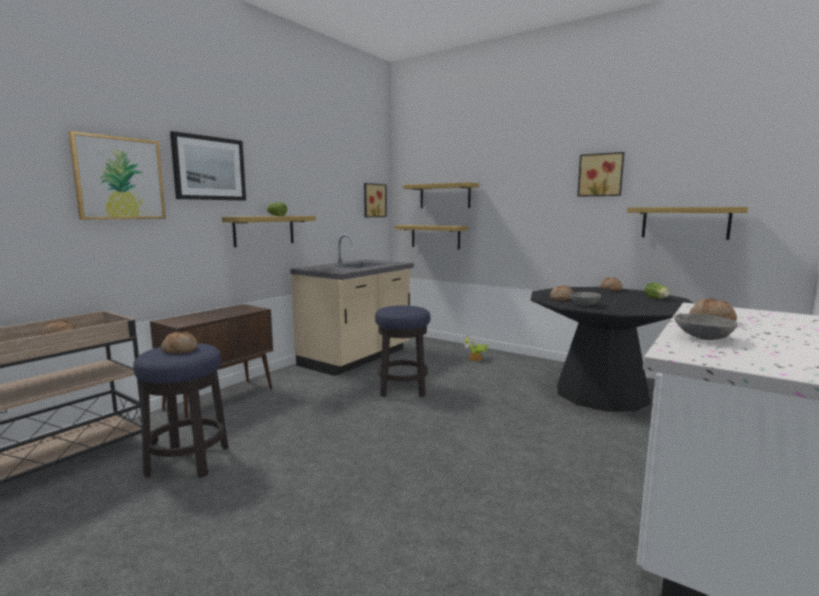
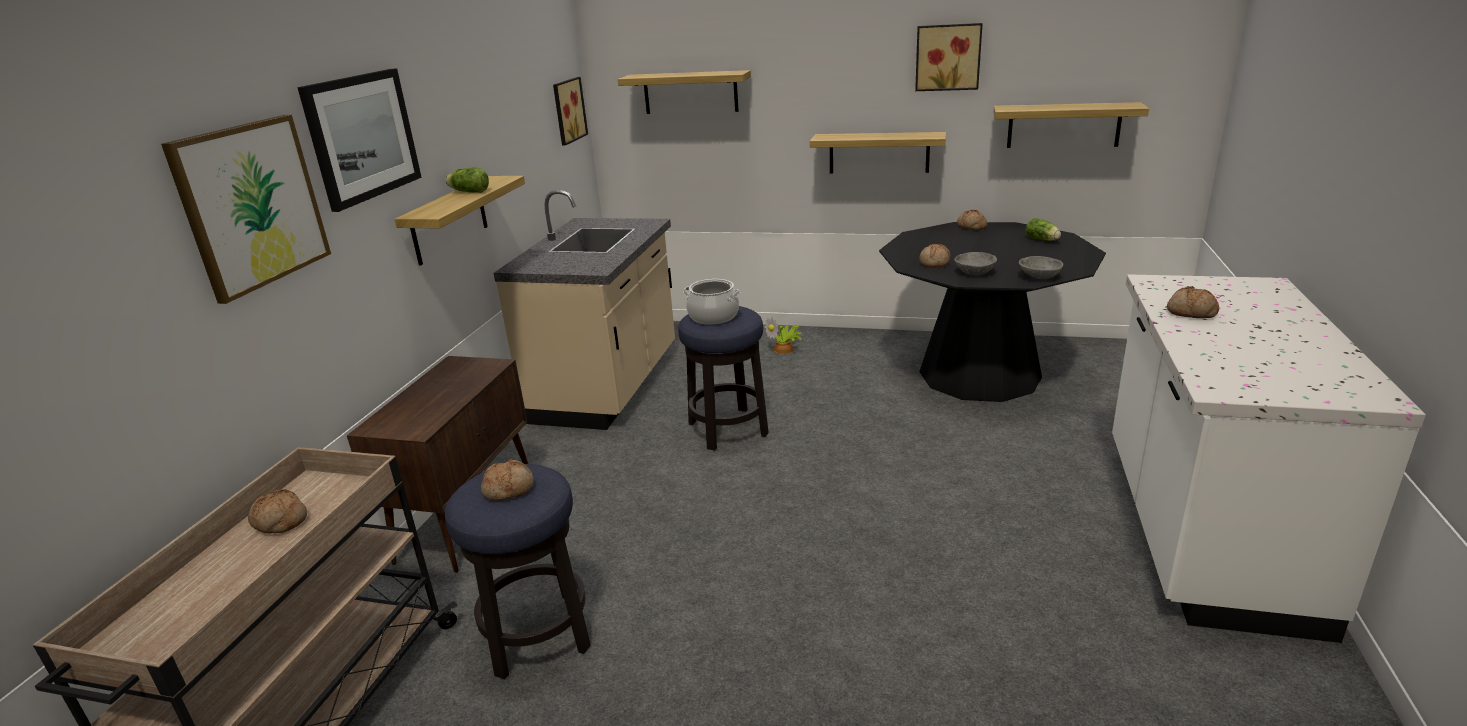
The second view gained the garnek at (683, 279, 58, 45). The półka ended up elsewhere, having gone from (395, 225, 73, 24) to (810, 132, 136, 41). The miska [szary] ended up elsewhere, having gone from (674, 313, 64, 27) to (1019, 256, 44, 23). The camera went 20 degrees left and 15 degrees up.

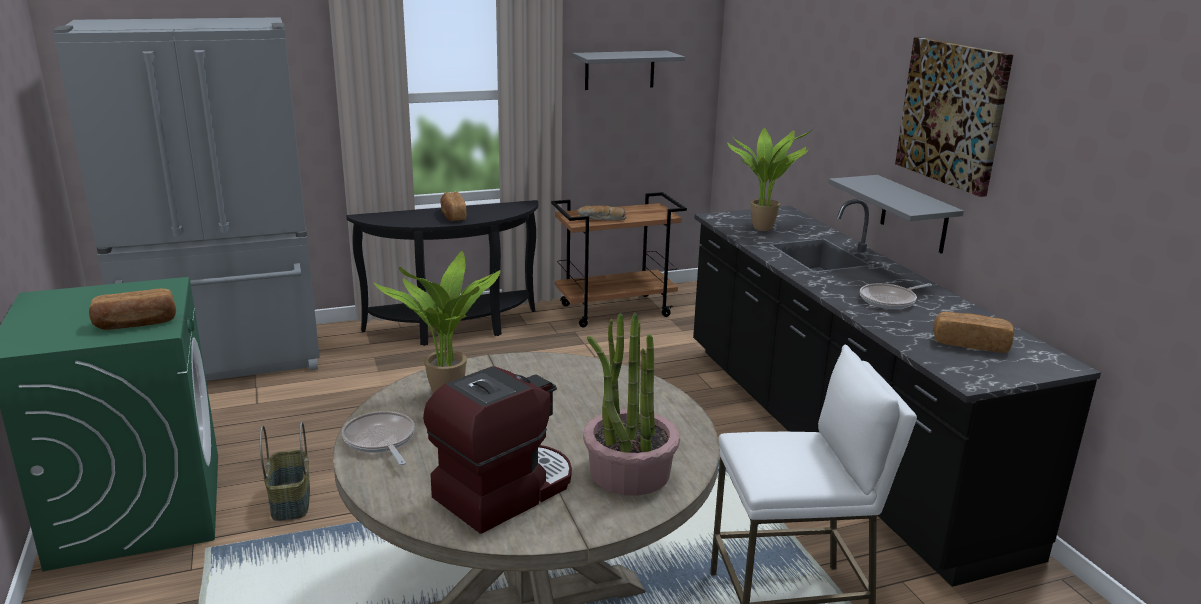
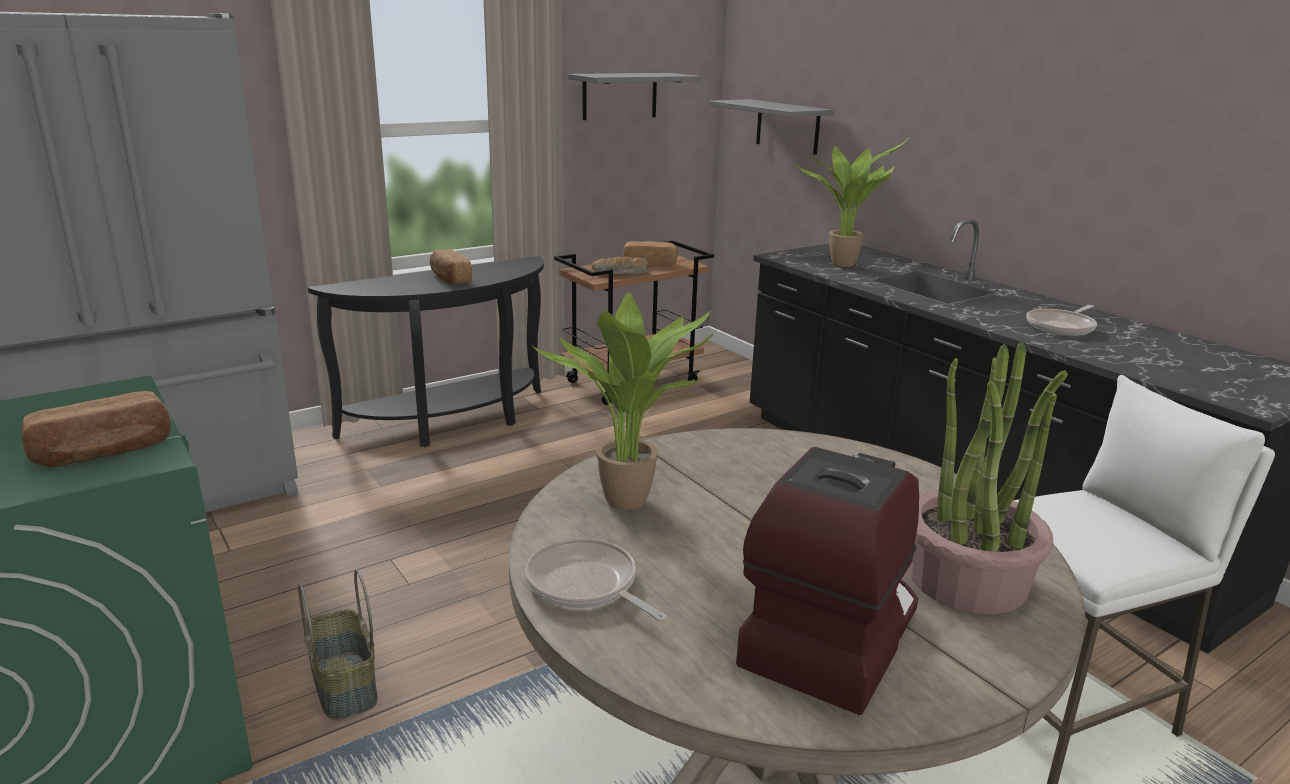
The second view lost the obraz at (895, 37, 118, 160). The półka [szary] ended up elsewhere, having gone from (828, 175, 136, 79) to (710, 99, 123, 56). The chleb ended up elsewhere, having gone from (933, 312, 81, 41) to (623, 241, 55, 25). The camera went 15 degrees left and 0 degrees up.

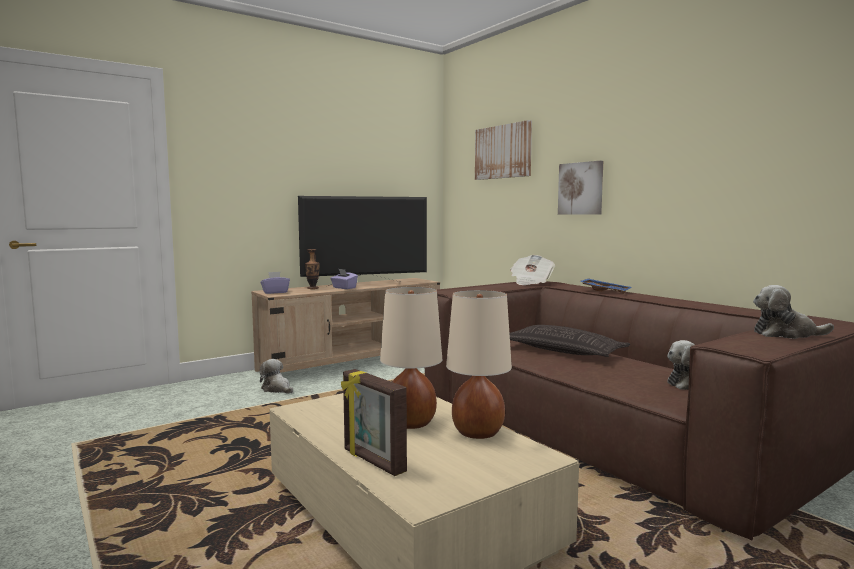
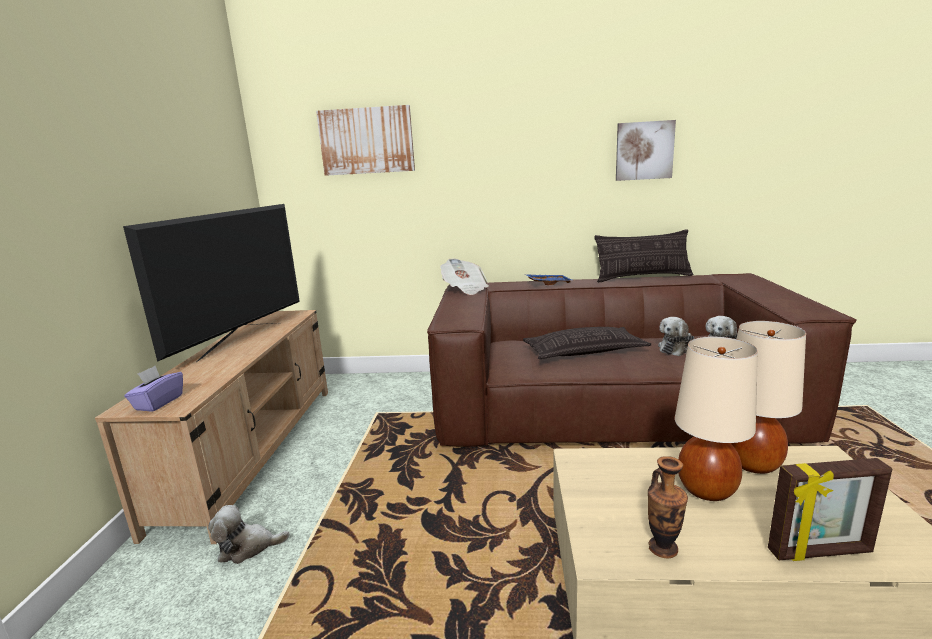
The second view lost the pudełko chusteczek [fioletowy] at (330, 268, 28, 21). The second view gained the poduszka at (594, 229, 99, 53). The wazon ended up elsewhere, having gone from (305, 249, 15, 40) to (648, 456, 40, 102). The obraz ended up elsewhere, having gone from (558, 161, 45, 54) to (616, 120, 60, 61). The pluszak ended up elsewhere, having gone from (753, 285, 81, 54) to (658, 317, 36, 39). The camera went 50 degrees left and 10 degrees up.

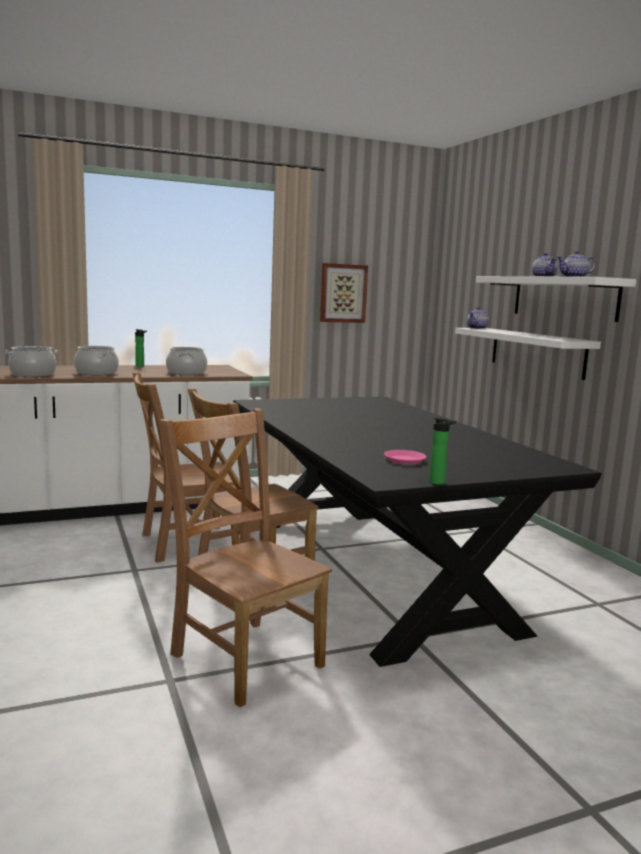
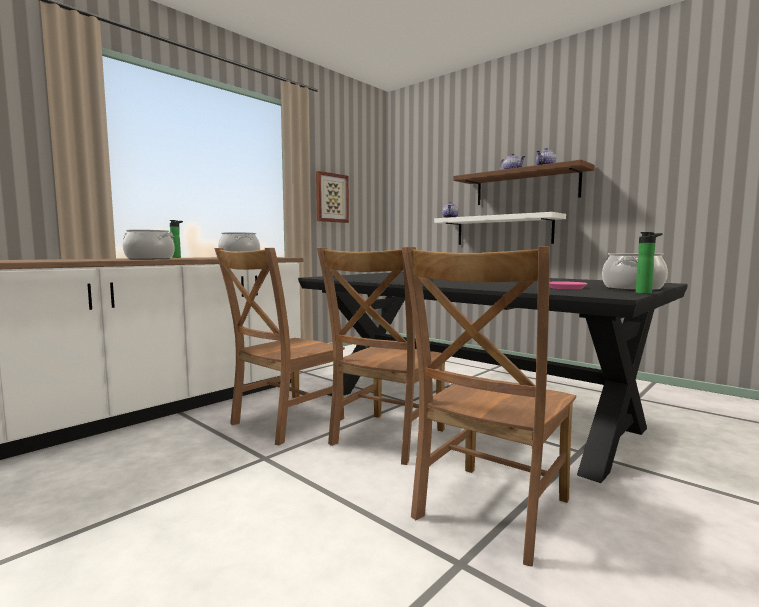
The garnek ended up elsewhere, having gone from (5, 346, 54, 31) to (602, 253, 66, 37). What was the półka [biały] at (476, 276, 160, 46) turned into the półka [brązowy] at (453, 159, 142, 46). The krzesło [brązowy] at (159, 408, 173, 299) ended up facing another way, 75 degrees counterclockwise from before. The camera went 25 degrees left and 5 degrees down.

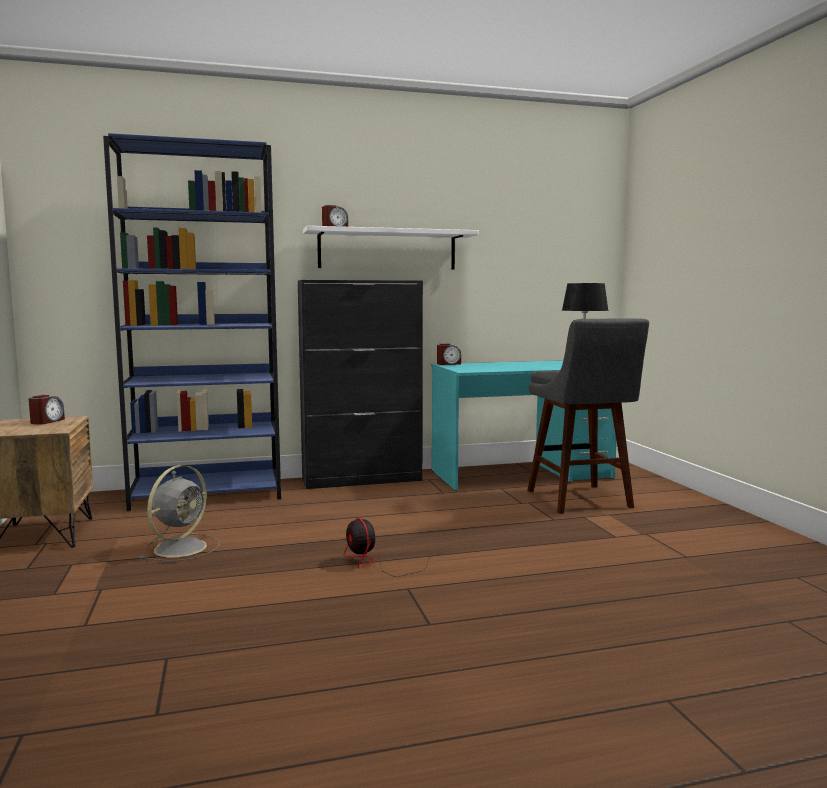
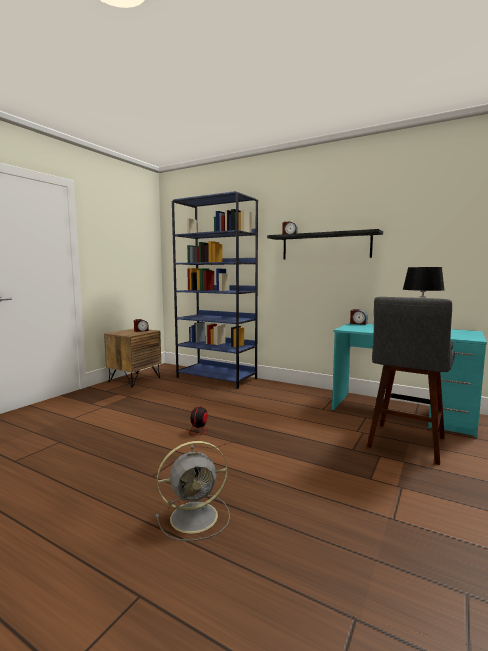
The second view lost the szafka [czarny] at (298, 280, 125, 209). The wentylator [szary] ended up elsewhere, having gone from (139, 465, 81, 96) to (156, 441, 74, 100). What was the półka [biały] at (303, 226, 176, 44) turned into the półka [czarny] at (267, 229, 116, 31). The camera went 45 degrees right and 0 degrees up.

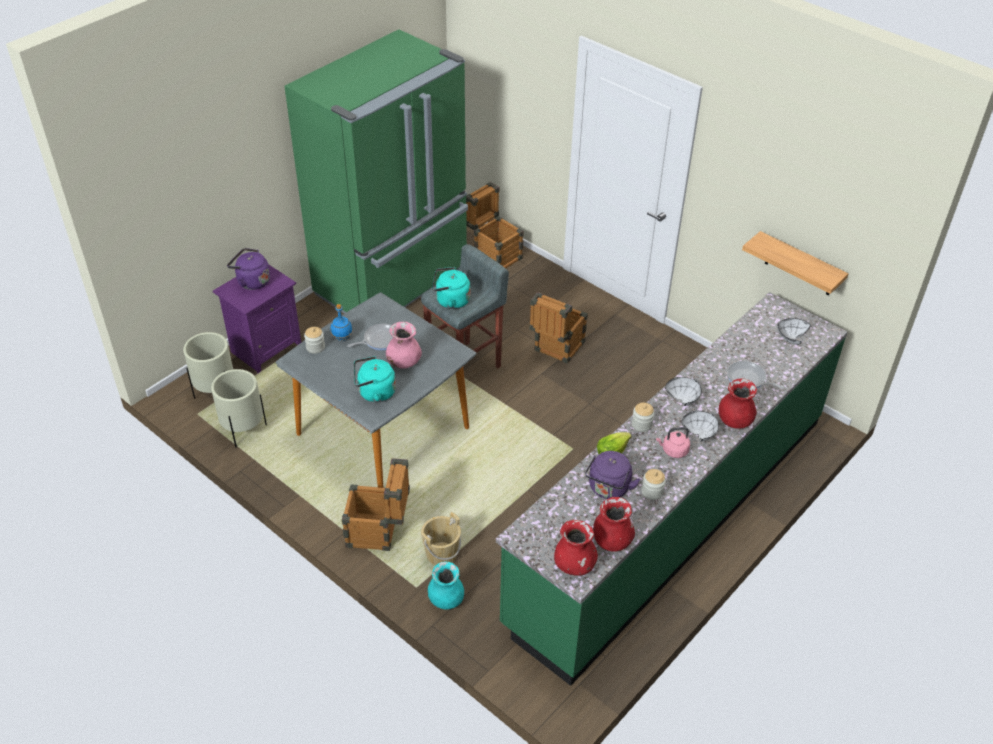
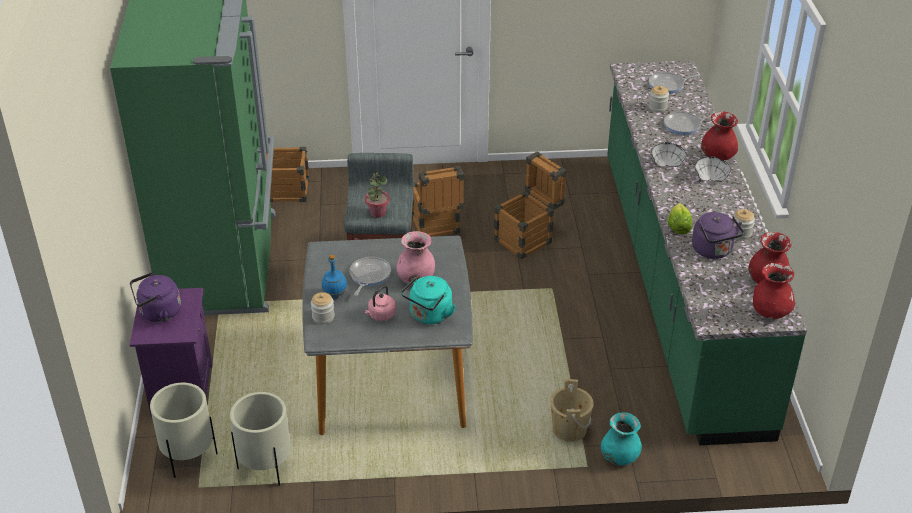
The second view lost the półka at (742, 231, 106, 64). The skrzynka ended up elsewhere, having gone from (342, 458, 68, 93) to (494, 151, 72, 108). The słoik ended up elsewhere, having gone from (632, 403, 23, 29) to (649, 86, 20, 27). The czajnik [różowy] ended up elsewhere, having gone from (656, 427, 34, 31) to (364, 285, 32, 36). Where the czajnik [turkusowy] stood at (432, 267, 38, 42), the roślina doniczkowa came to stand at (365, 172, 25, 46). Where the miska [biały] stood at (777, 318, 34, 27), the patelnia came to stand at (649, 72, 51, 22). The camera went 45 degrees left and 5 degrees down.

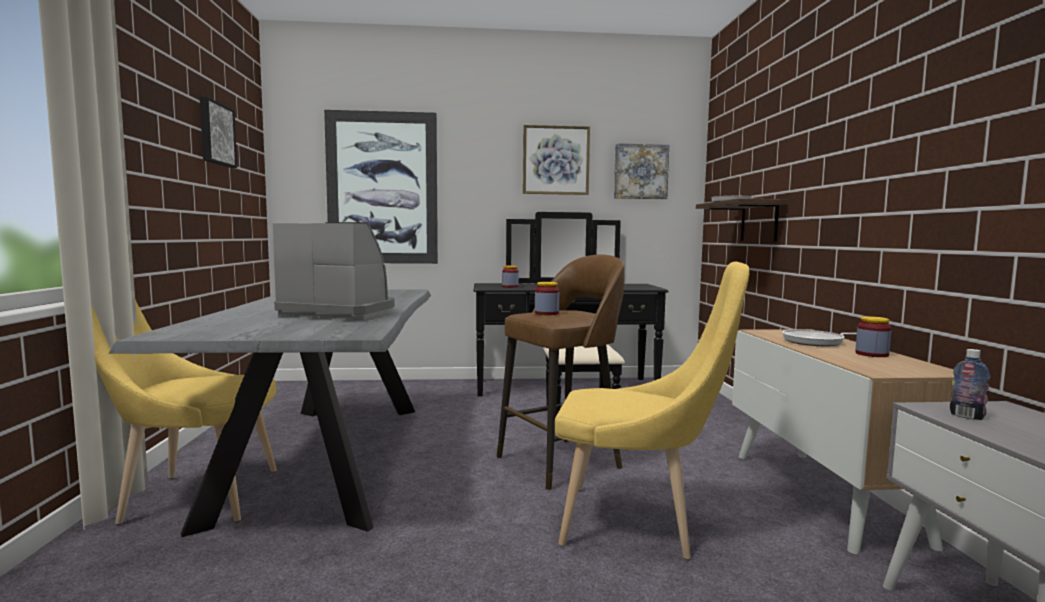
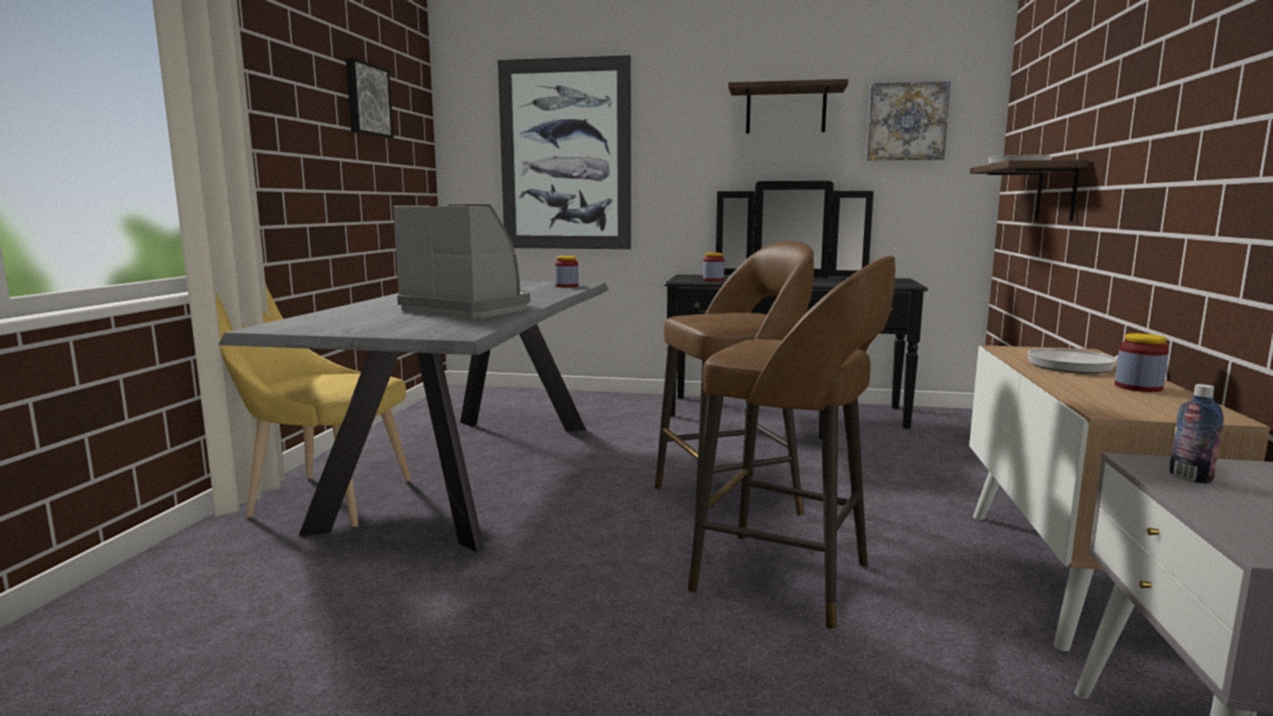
The słoik ended up elsewhere, having gone from (535, 282, 24, 33) to (555, 256, 24, 31). Where the obraz hung at (523, 125, 67, 70), the półka came to hang at (728, 79, 120, 55). Where the krzesło [żółty] stood at (555, 262, 195, 297), the stołek [brązowy] came to stand at (688, 256, 207, 374). The camera went 15 degrees right and 5 degrees up.

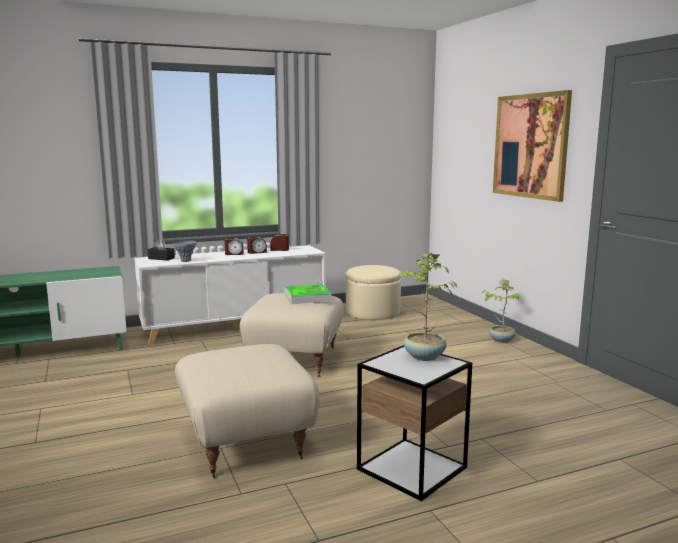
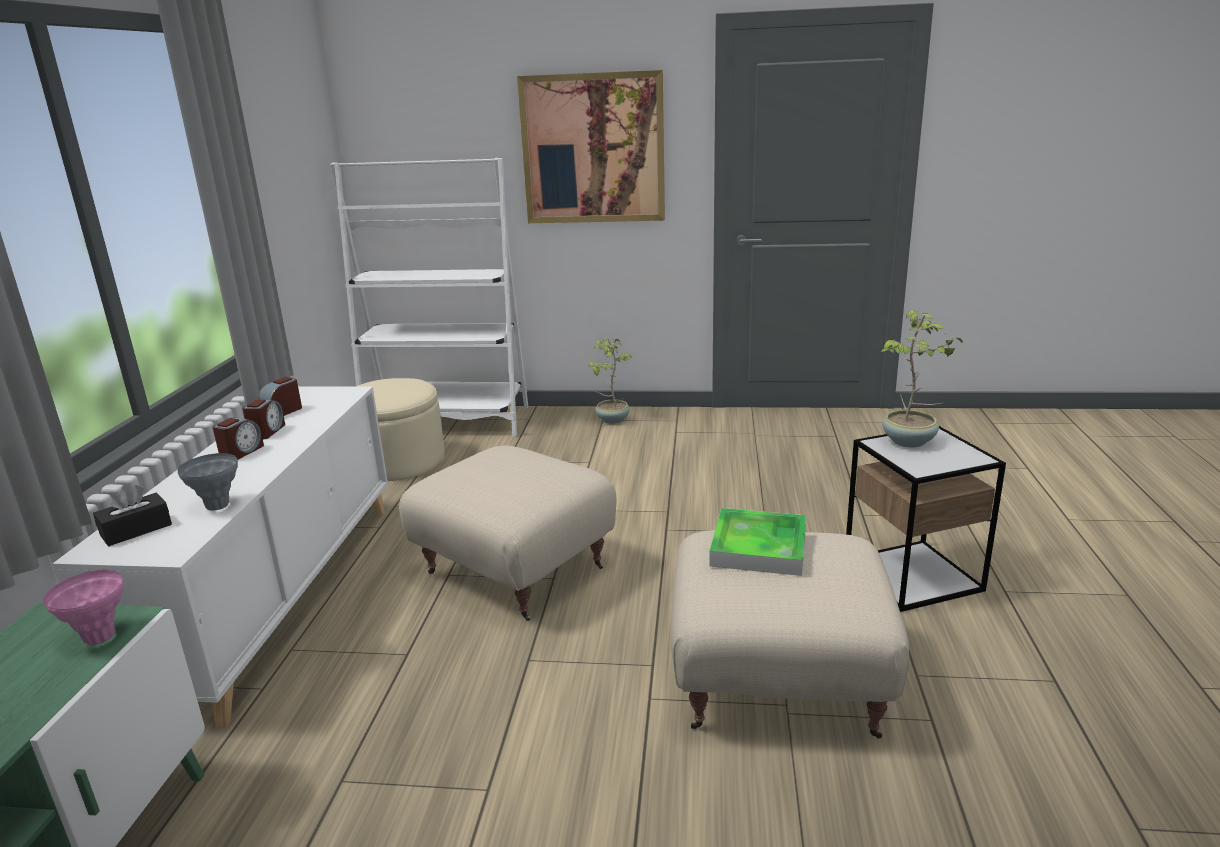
The second view gained the wazon [różowy] at (43, 570, 81, 75). The second view gained the regał [biały] at (330, 158, 198, 279). The taca ended up elsewhere, having gone from (285, 284, 46, 20) to (709, 508, 97, 68). The camera went 60 degrees left and 10 degrees up.

